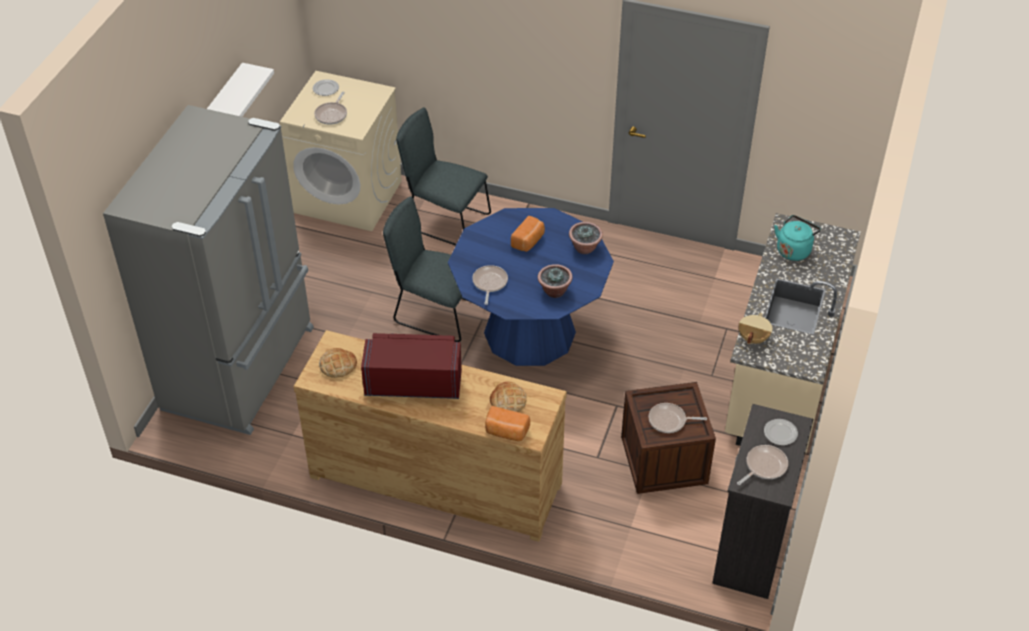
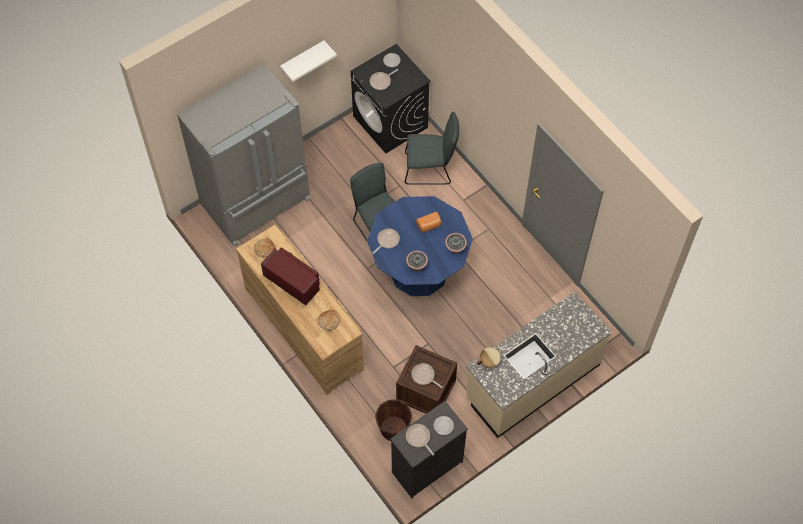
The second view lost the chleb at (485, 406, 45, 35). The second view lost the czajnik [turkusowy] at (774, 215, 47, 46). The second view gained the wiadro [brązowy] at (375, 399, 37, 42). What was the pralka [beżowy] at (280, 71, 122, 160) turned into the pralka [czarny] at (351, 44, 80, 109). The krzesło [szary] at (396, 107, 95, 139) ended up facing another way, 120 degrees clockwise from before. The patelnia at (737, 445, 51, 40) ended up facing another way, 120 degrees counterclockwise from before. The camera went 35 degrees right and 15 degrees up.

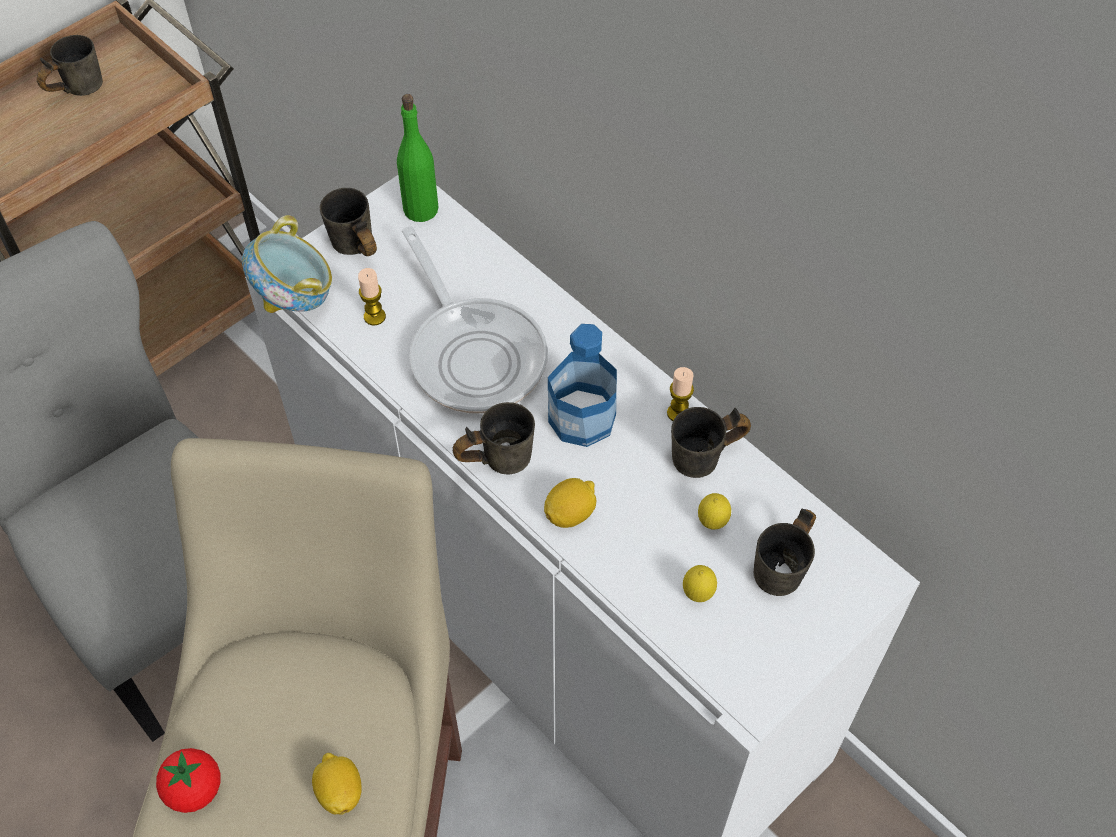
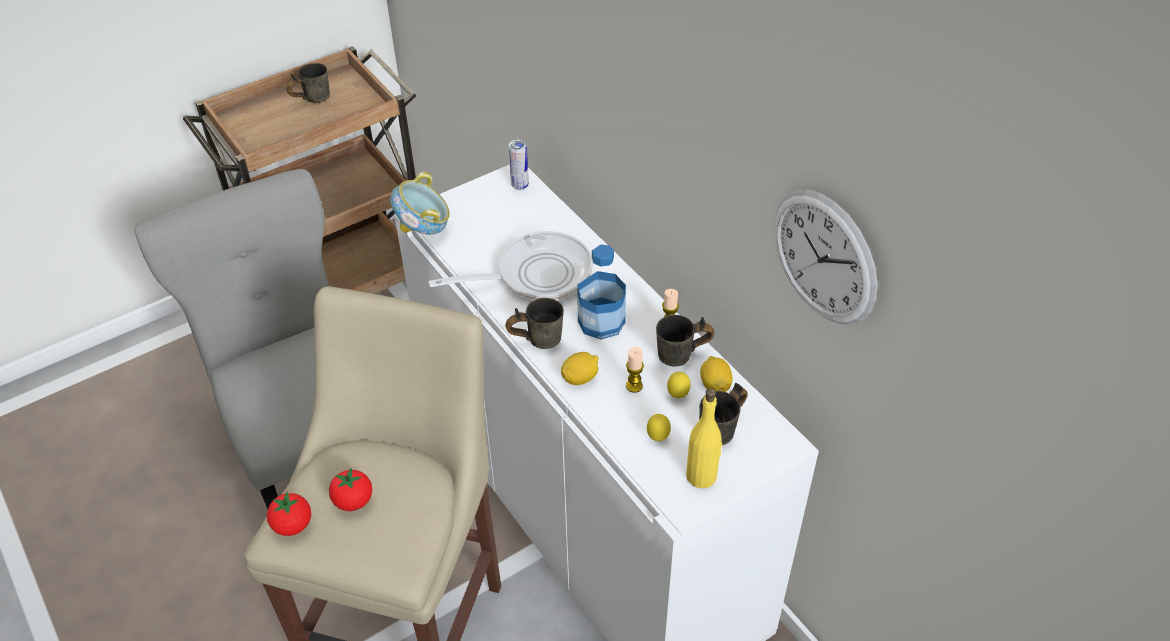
The second view lost the kubek [szary] at (320, 188, 57, 68). The second view gained the pomidor at (329, 468, 43, 43). The second view gained the butelka [żółty] at (686, 388, 36, 100). The second view gained the zegar ścienny at (774, 190, 104, 135). The cytryna ended up elsewhere, having gone from (312, 753, 50, 62) to (700, 356, 32, 36). The świeca ended up elsewhere, having gone from (358, 268, 28, 58) to (626, 347, 18, 46). Where the butelka [zielony] stood at (397, 94, 41, 128), the puszka came to stand at (509, 140, 20, 50). The patelnia at (402, 226, 146, 188) ended up facing another way, 90 degrees counterclockwise from before. The camera went 10 degrees right and 10 degrees down.

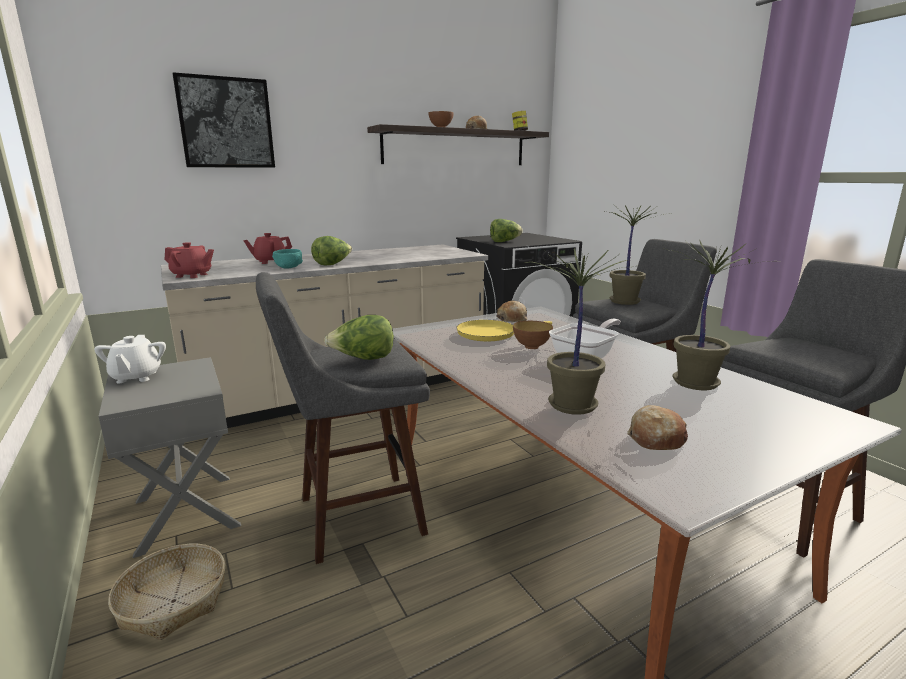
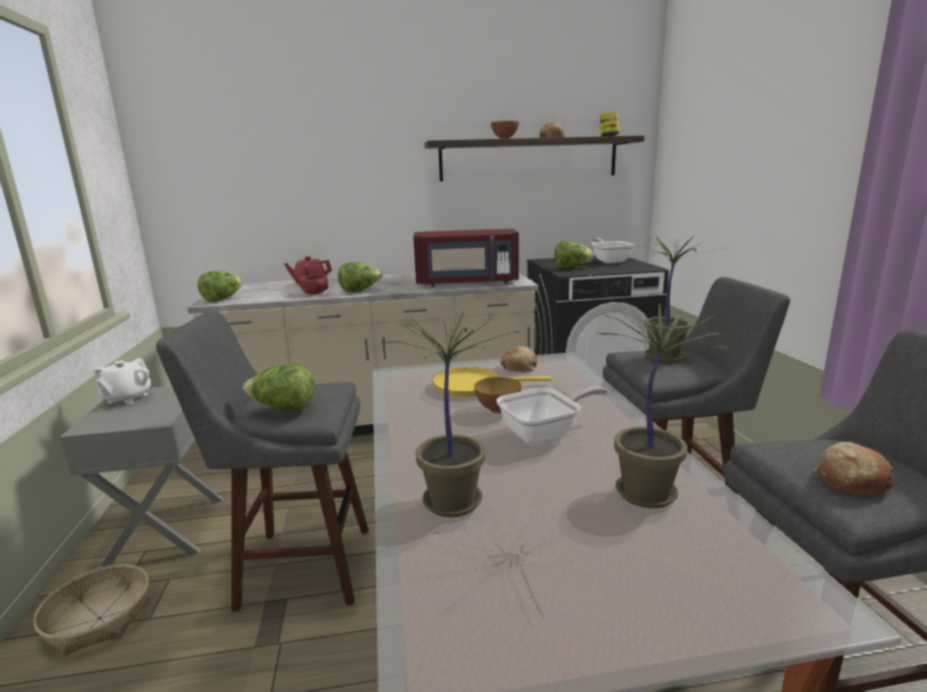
The second view lost the obraz at (172, 72, 103, 96). The second view gained the mikrofalówka [czerwony] at (413, 228, 106, 59). The second view gained the patelnia at (591, 238, 44, 25). The chleb ended up elsewhere, having gone from (627, 405, 61, 45) to (814, 442, 79, 53). Where the imbryk [czerwony] stood at (165, 242, 49, 36), the sałata came to stand at (197, 271, 45, 31). What was the miska [turkusowy] at (272, 249, 31, 20) turned into the miska [czerwony] at (299, 274, 29, 20). The camera went 20 degrees right and 0 degrees up.

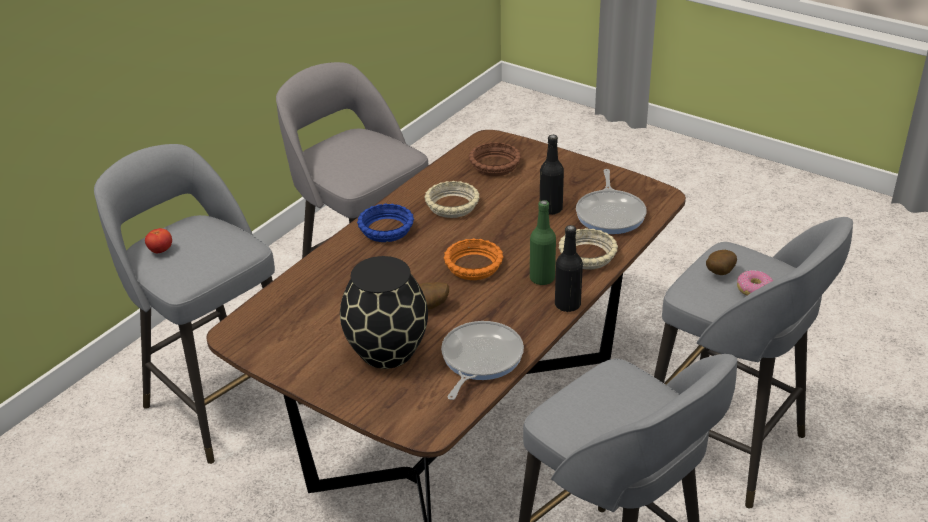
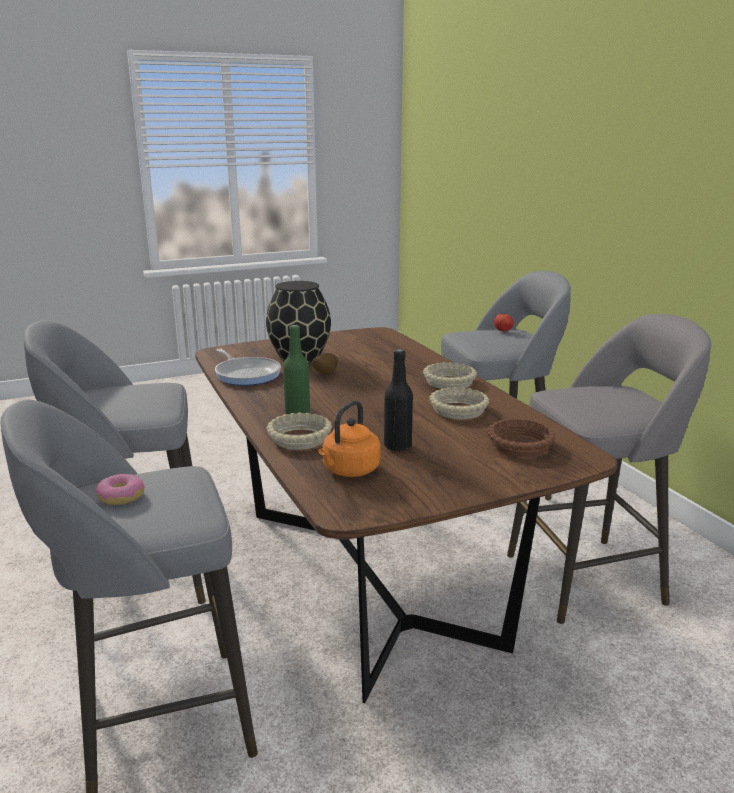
The second view lost the miska [pomarańczowy] at (444, 238, 59, 42). The second view lost the butelka [czarny] at (555, 225, 28, 87). The second view lost the ziemniak at (706, 250, 31, 25). Where the patelnia stood at (576, 169, 70, 65), the czajnik [pomarańczowy] came to stand at (318, 400, 63, 77). What was the miska [niebieski] at (357, 203, 57, 39) turned into the miska [beżowy] at (423, 362, 54, 27). The camera went 120 degrees right and 15 degrees down.

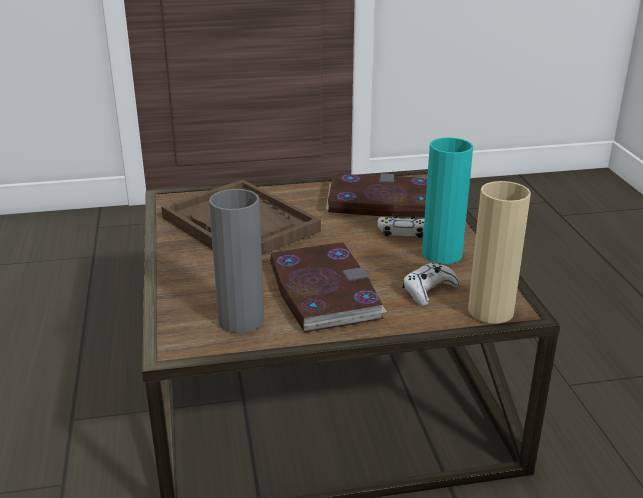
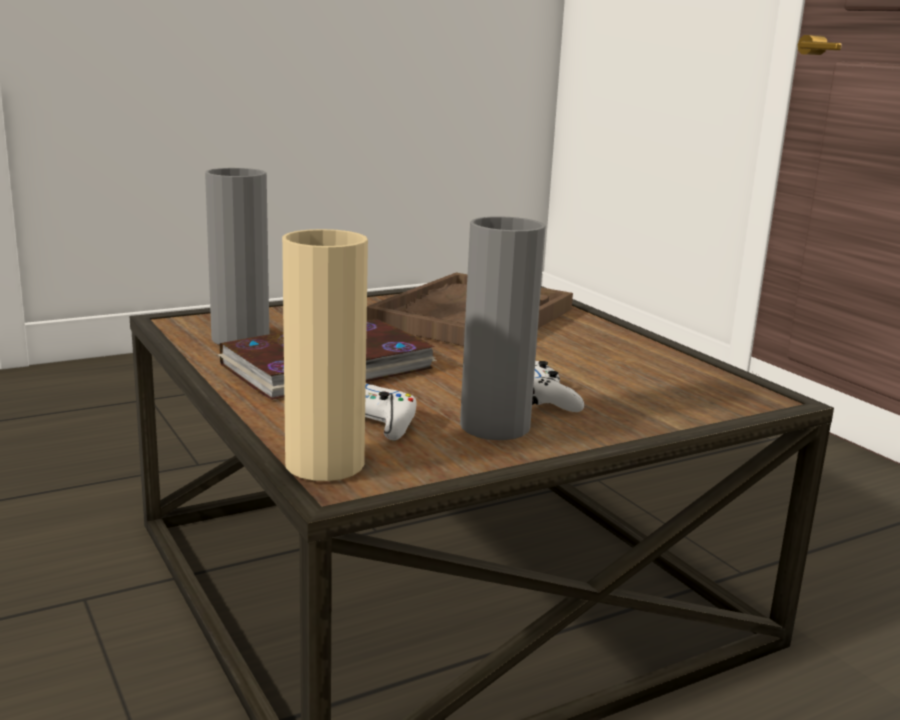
The second view lost the książka at (326, 173, 101, 44). What was the wazon [turkusowy] at (422, 137, 51, 127) turned into the wazon [szary] at (460, 216, 86, 224). The camera went 70 degrees right and 10 degrees down.

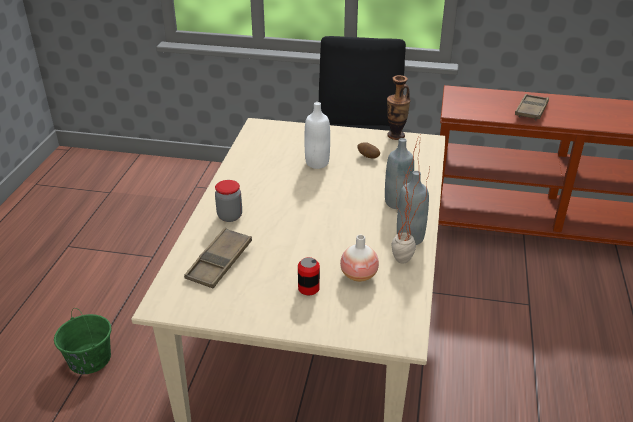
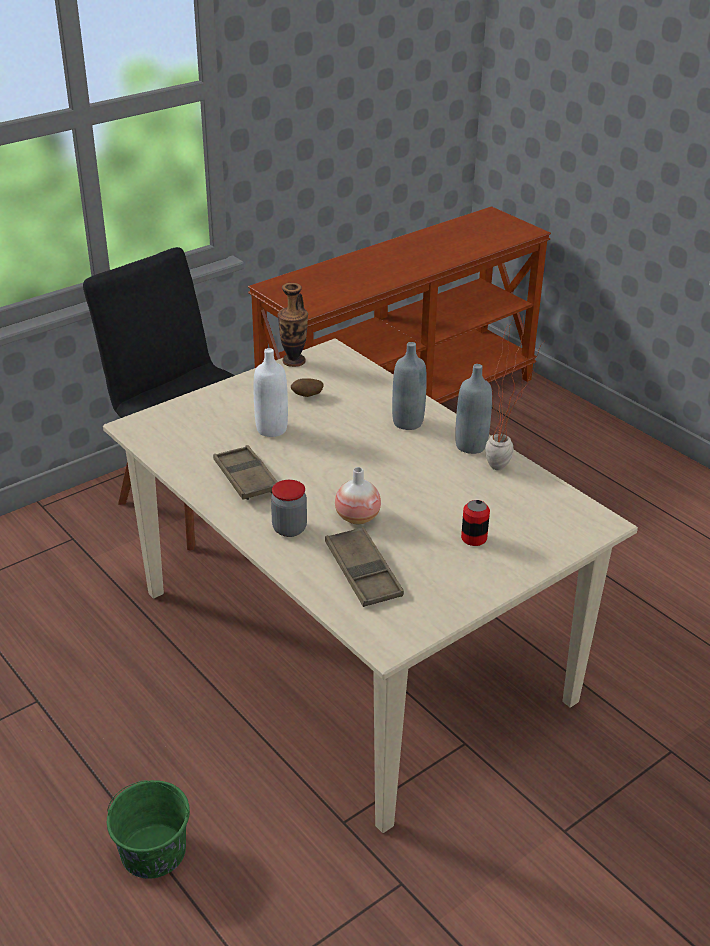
The wazon ended up elsewhere, having gone from (340, 235, 39, 47) to (335, 467, 46, 58). The taca [brązowy] ended up elsewhere, having gone from (515, 94, 34, 26) to (213, 445, 65, 55). The camera went 50 degrees left and 0 degrees up.

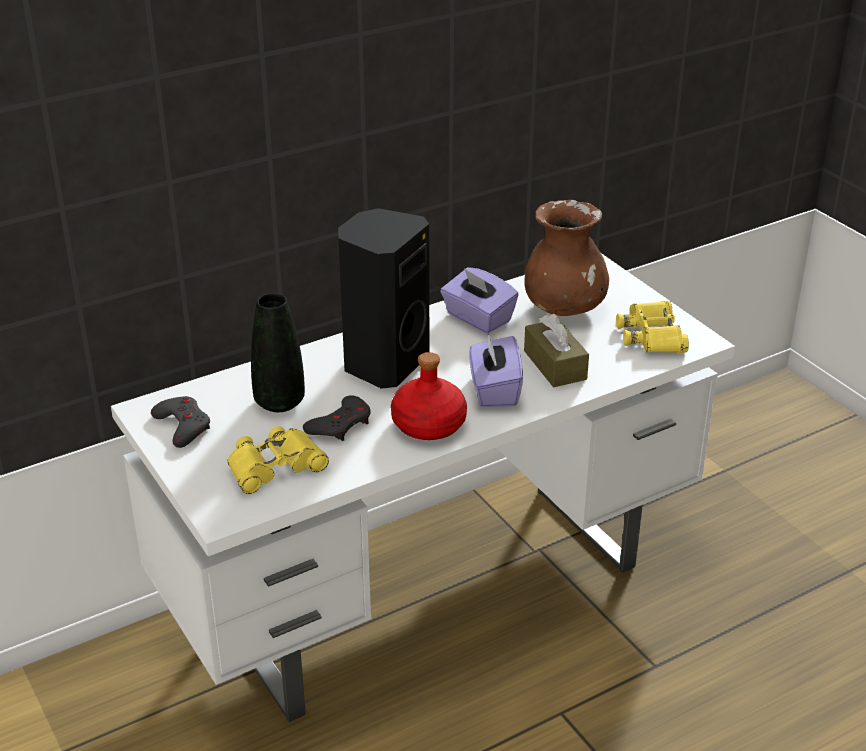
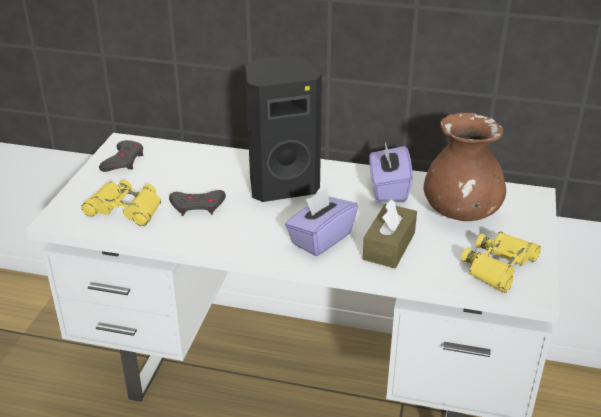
The second view lost the wazon [czarny] at (251, 293, 54, 119). The second view lost the butelka [czerwony] at (391, 352, 76, 88). The camera went 45 degrees right and 0 degrees up.

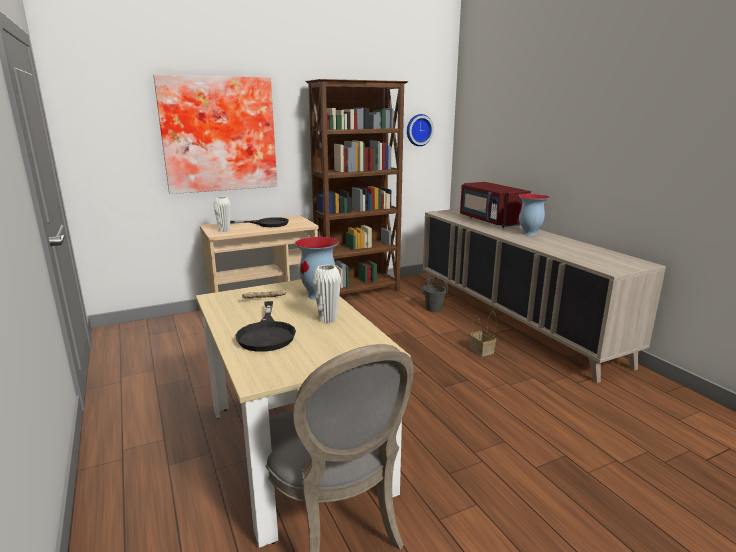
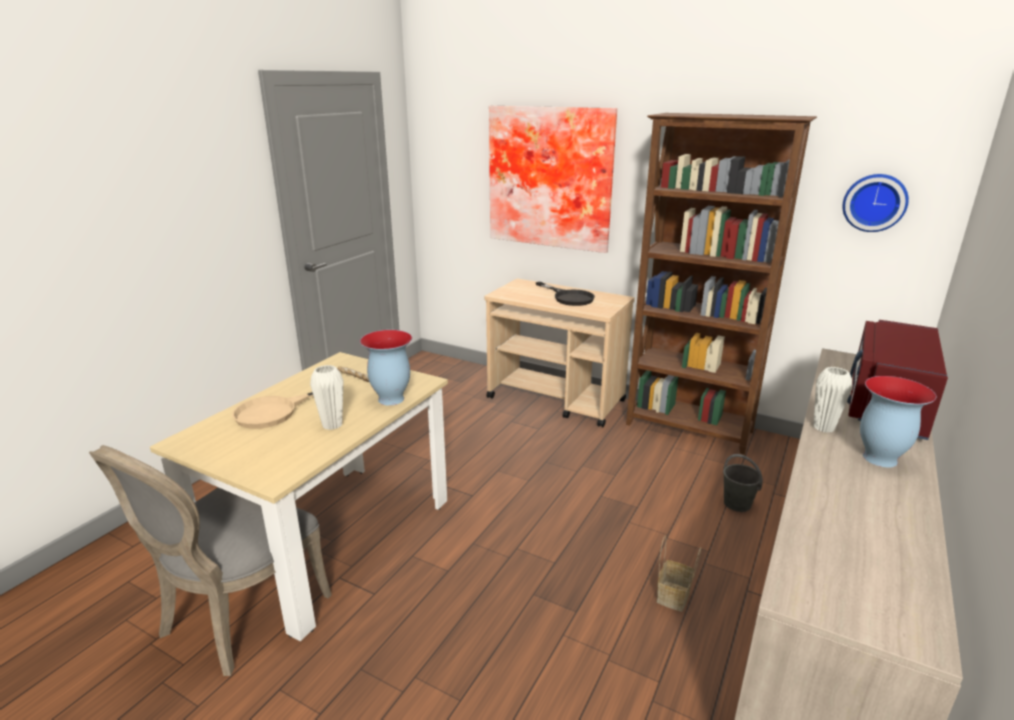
The wazon [biały] ended up elsewhere, having gone from (213, 197, 18, 35) to (813, 367, 40, 66). What was the patelnia [czarny] at (235, 301, 61, 51) turned into the patelnia [beżowy] at (232, 384, 112, 45). The camera went 55 degrees right and 5 degrees up.

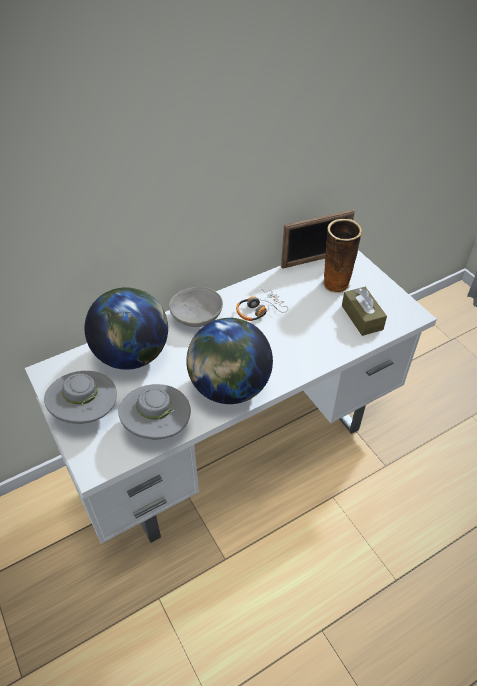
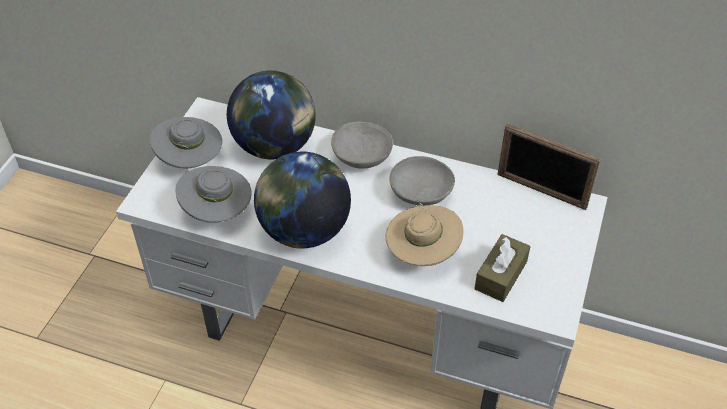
The second view lost the wazon at (322, 219, 40, 75). The second view gained the kapelusz [beżowy] at (386, 202, 78, 64). Where the słuchawki stood at (236, 288, 52, 33), the miska [szary] came to stand at (389, 156, 66, 49). The camera went 50 degrees right and 0 degrees up.

